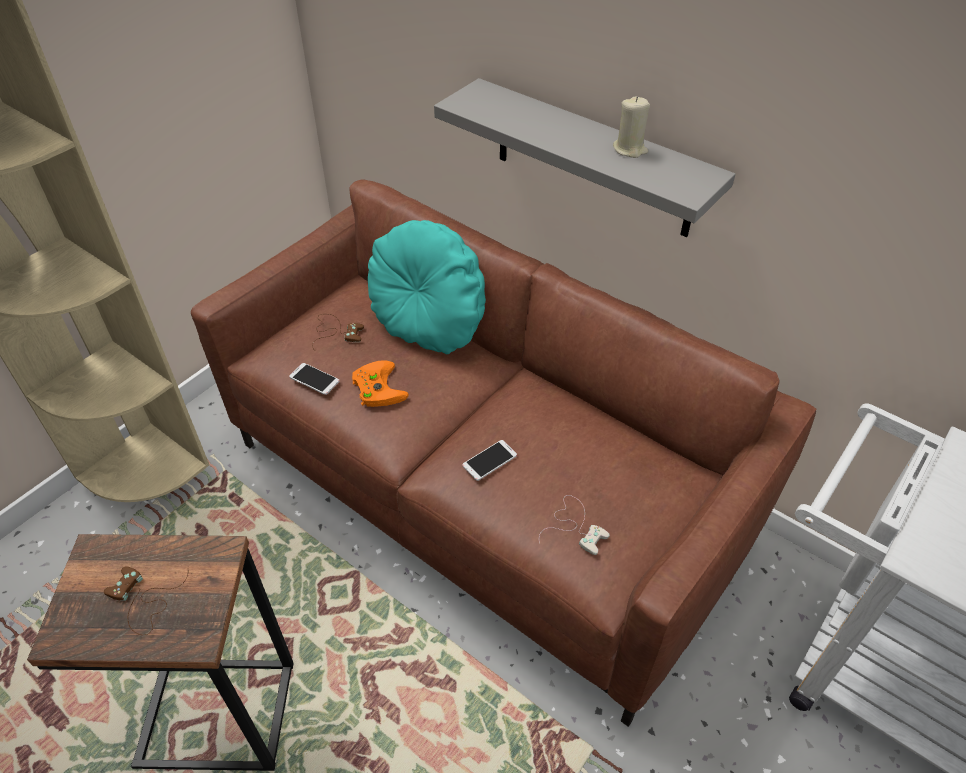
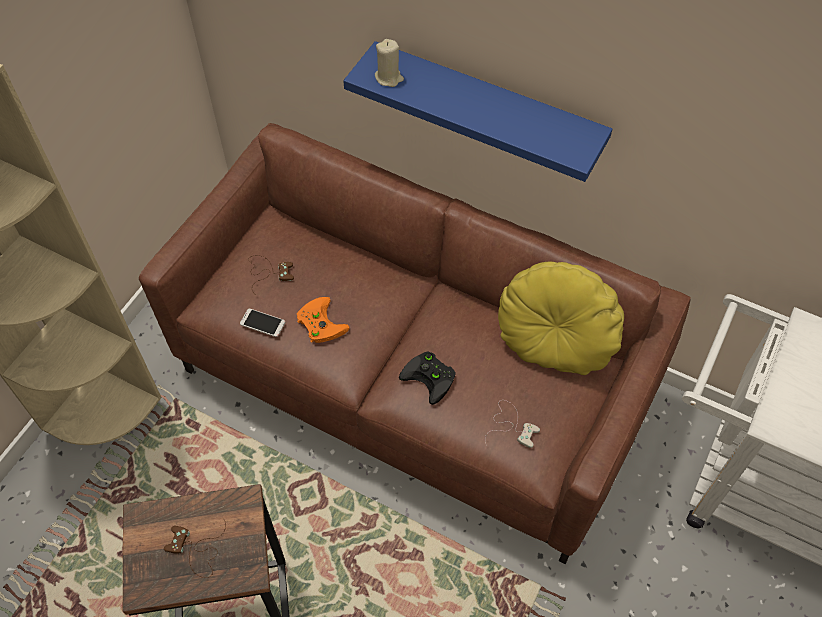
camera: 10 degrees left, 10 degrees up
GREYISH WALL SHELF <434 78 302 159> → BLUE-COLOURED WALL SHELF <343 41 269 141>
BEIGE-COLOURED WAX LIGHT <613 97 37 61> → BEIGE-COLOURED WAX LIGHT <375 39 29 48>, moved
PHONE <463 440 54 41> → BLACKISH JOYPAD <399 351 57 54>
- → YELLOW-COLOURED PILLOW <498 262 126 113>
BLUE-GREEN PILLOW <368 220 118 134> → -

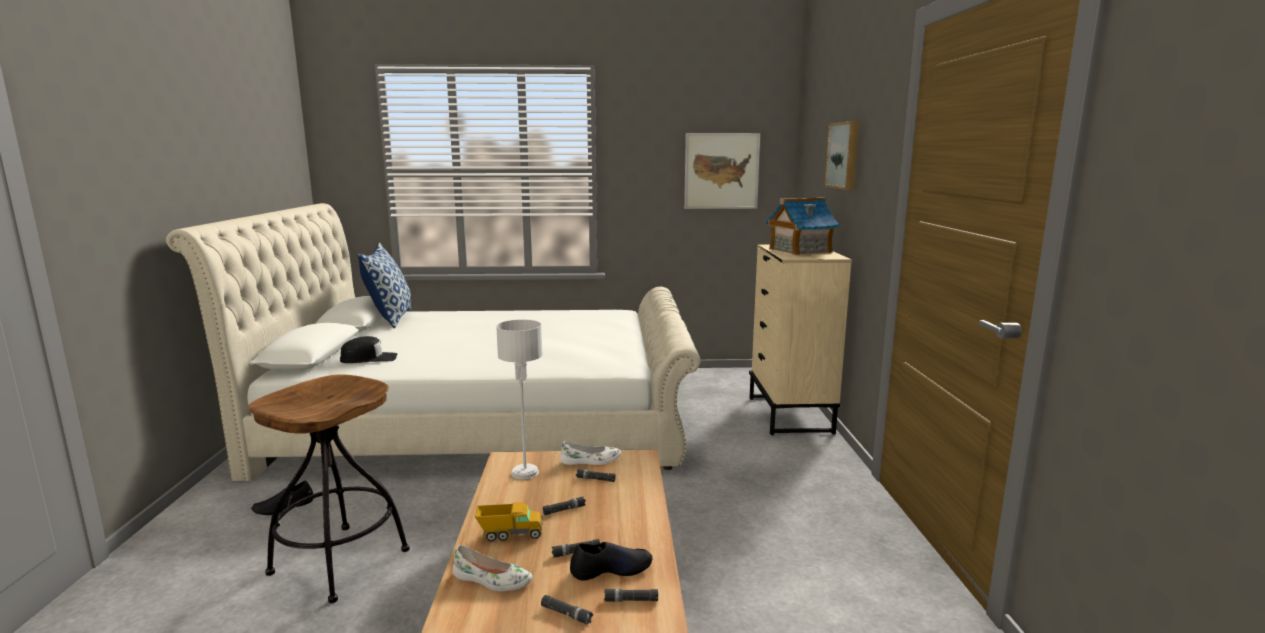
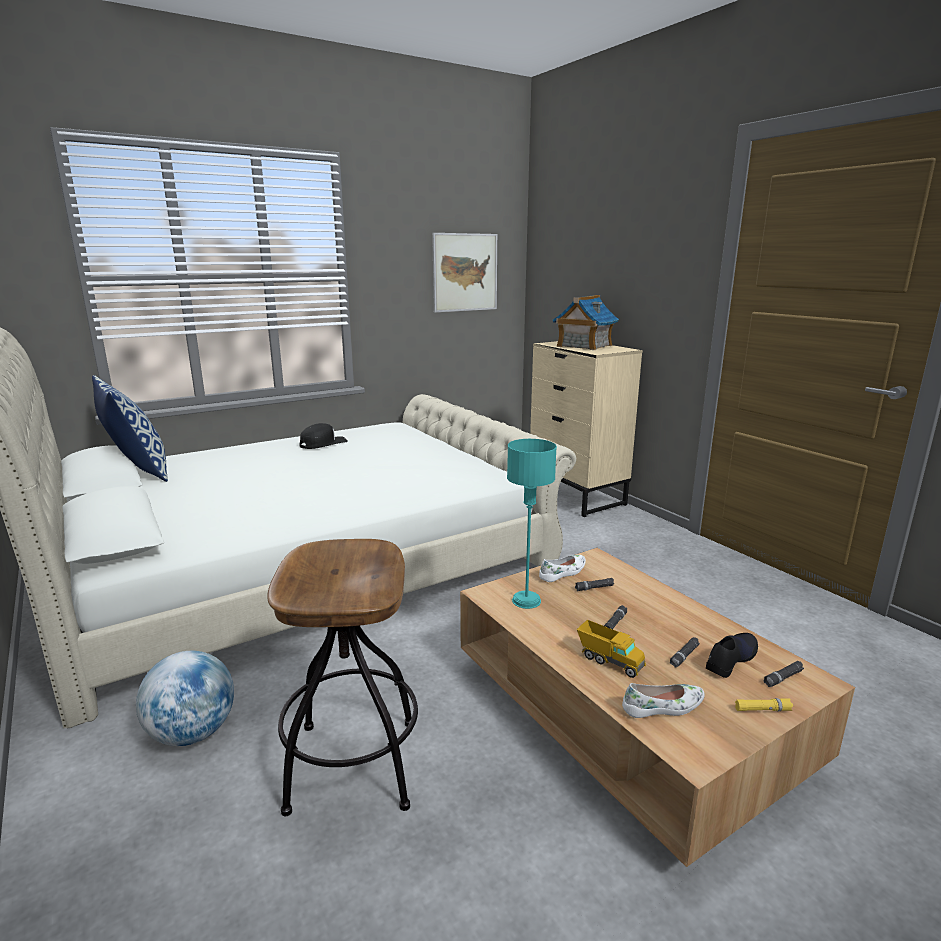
camera: 30 degrees left, 5 degrees up
BLACKISH LOW SHOE <251 480 62 35> → GLOBE <136 651 98 95>
BLACKISH PEAKED CAP <340 336 57 27> → BLACKISH PEAKED CAP <299 423 49 26>, moved
GREYISH LAMP FOR A TABLE <496 320 47 159> → BLUE-GREEN LAMP FOR A TABLE <507 439 50 170>
TOY TRUCK <475 502 68 39> → TOY TRUCK <577 620 69 58>, 75 degrees clockwise
BLACKISH FLASHLIGHT <541 595 52 30> → YELLOW-COLOURED FLASHLIGHT <735 698 58 13>
WALL PICTURE <824 121 35 69> → -

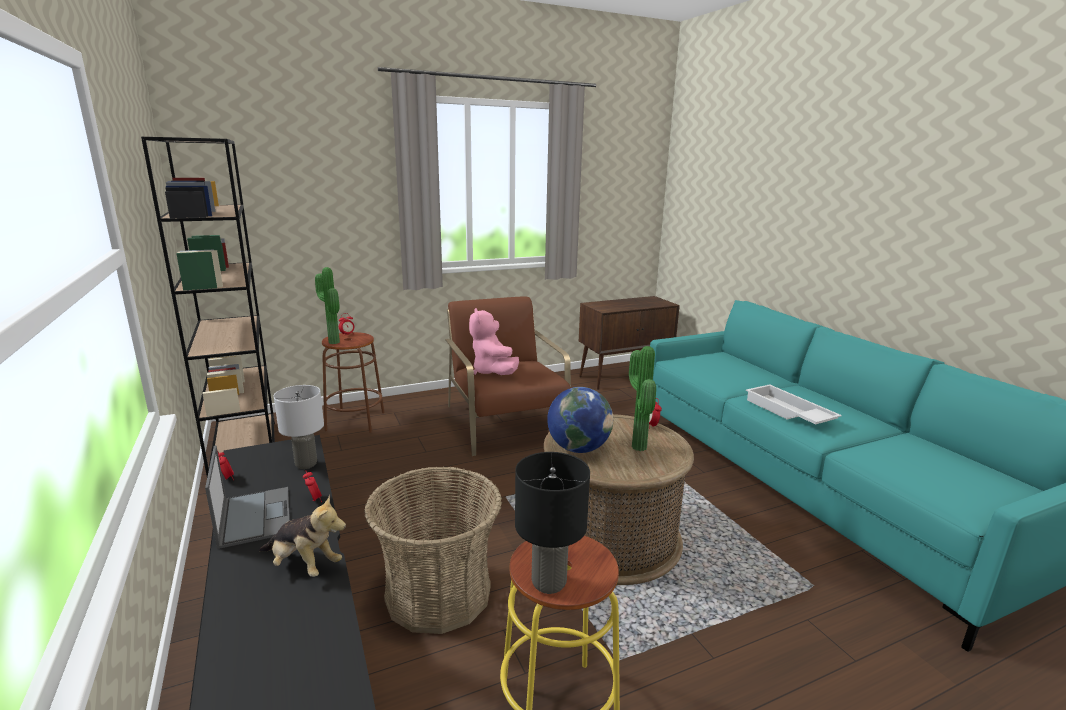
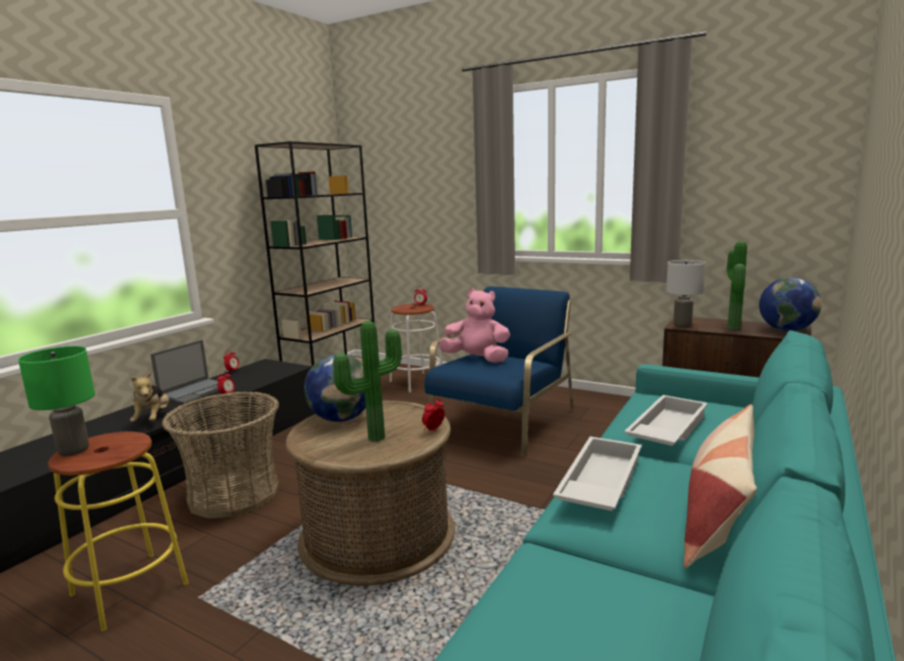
camera: 55 degrees right, 5 degrees down
BLACKISH LAMP FOR A TABLE <515 452 75 142> → GREEN LAMP FOR A TABLE <18 346 77 110>
BROWN STOOL SEAT <322 332 63 101> → WHITISH STOOL SEAT <390 304 52 88>
BROWN EASY CHAIR <445 296 126 160> → BLUE-COLOURED EASY CHAIR <425 287 149 169>
PINK SOFT TOY <469 308 50 67> → PINK SOFT TOY <438 288 72 75>, 75 degrees clockwise
- → WHITISH CARRYING TRAY <624 395 84 51>
WHITISH LAMP FOR A TABLE <274 385 50 84> → WHITISH LAMP FOR A TABLE <666 260 39 68>, moved
- → PILLOW <683 404 74 164>
PLANT IN A POT <315 267 25 77> → PLANT IN A POT <727 241 20 89>, moved
- → GLOBE <759 277 63 54>

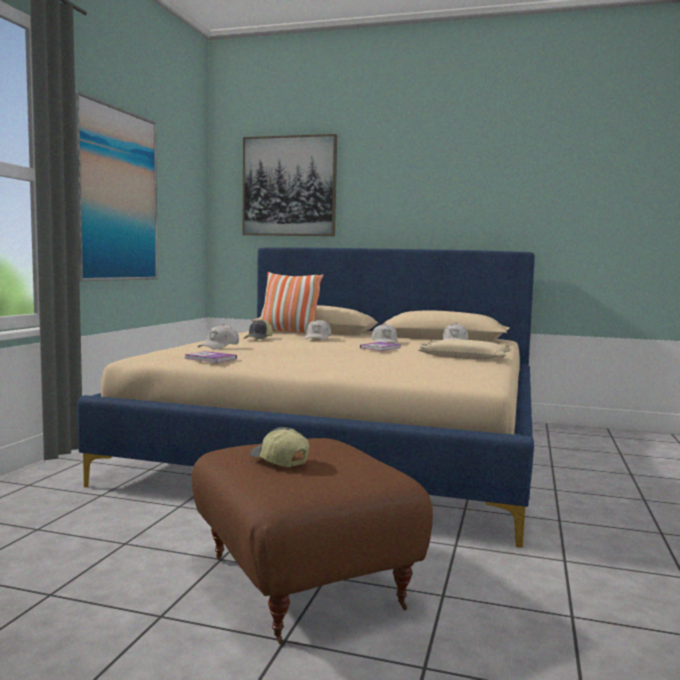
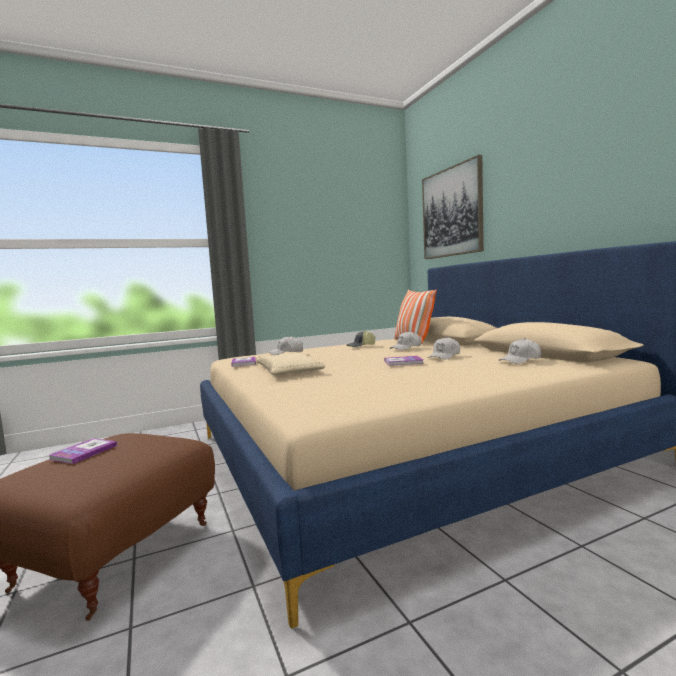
camera: 50 degrees right, 0 degrees up
PEAKED CAP <250 427 59 40> → BOOK <49 438 68 26>
BEIGE-COLOURED PILLOW <418 339 94 20> → BEIGE-COLOURED PILLOW <256 352 70 23>, moved
WALL PICTURE <75 91 83 190> → -

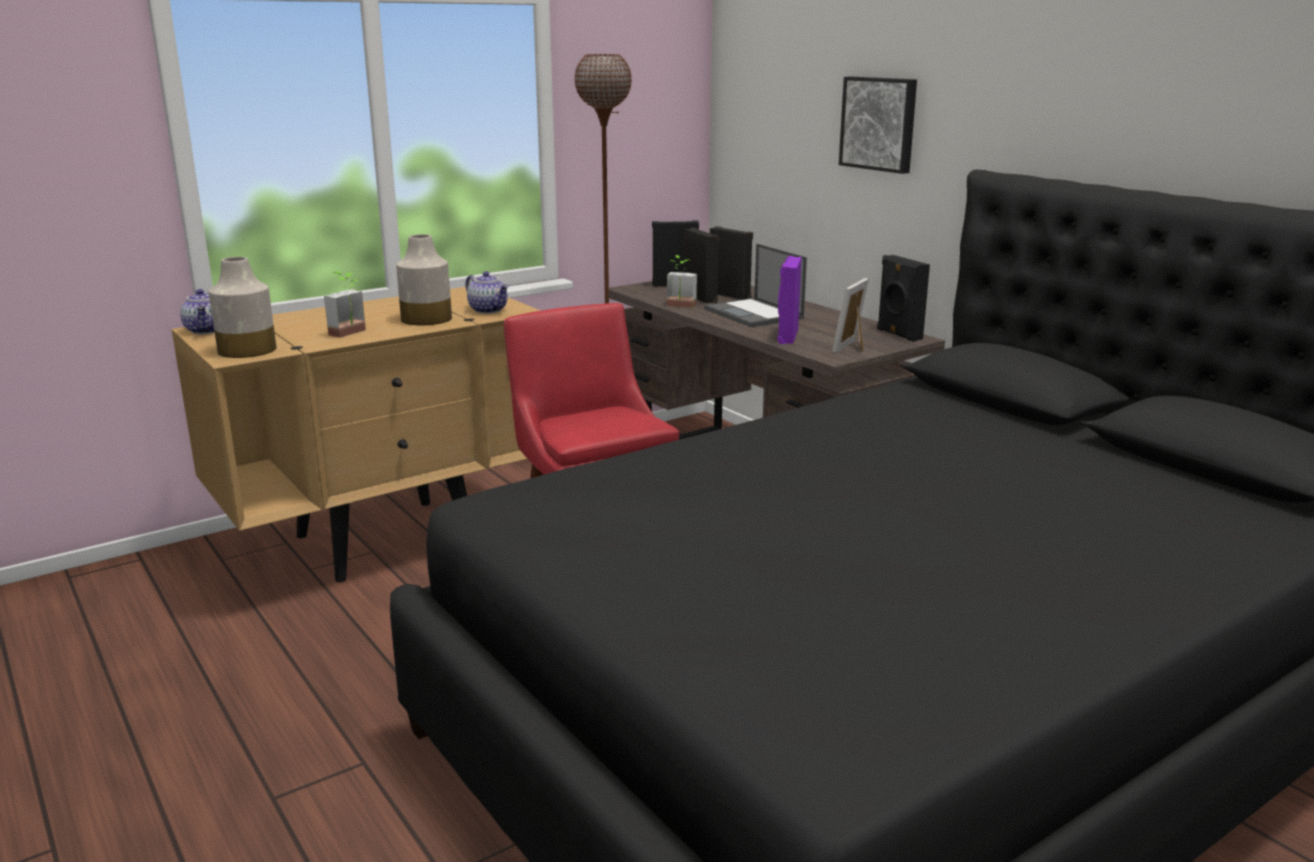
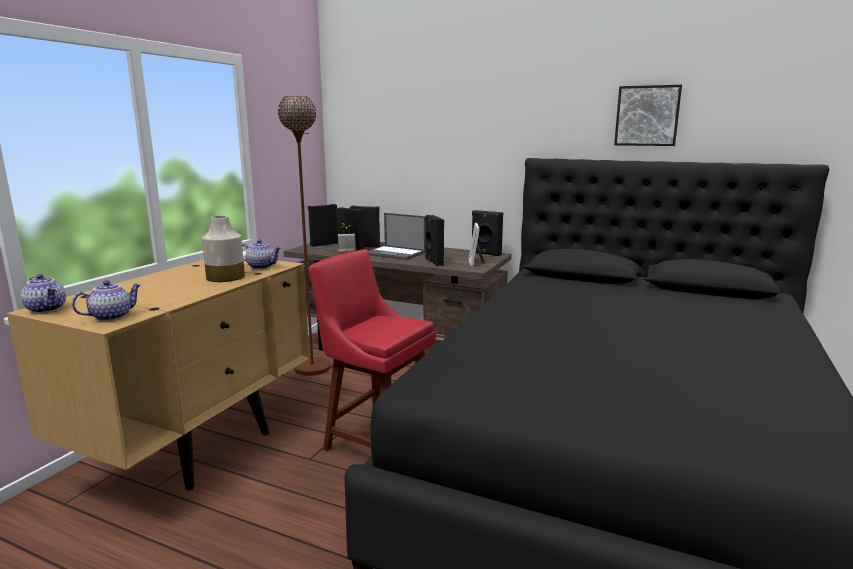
camera: 30 degrees left, 5 degrees down
BEIGE-COLOURED FLOWER VASE <209 257 68 101> → TEA POT <72 280 70 41>
PURPLISH SPEAKER <777 256 25 88> → BLACKISH SPEAKER <425 215 19 51>
WALL PICTURE <839 77 78 97> → WALL PICTURE <614 85 68 61>, moved
PLANT IN A POT <324 272 42 66> → -

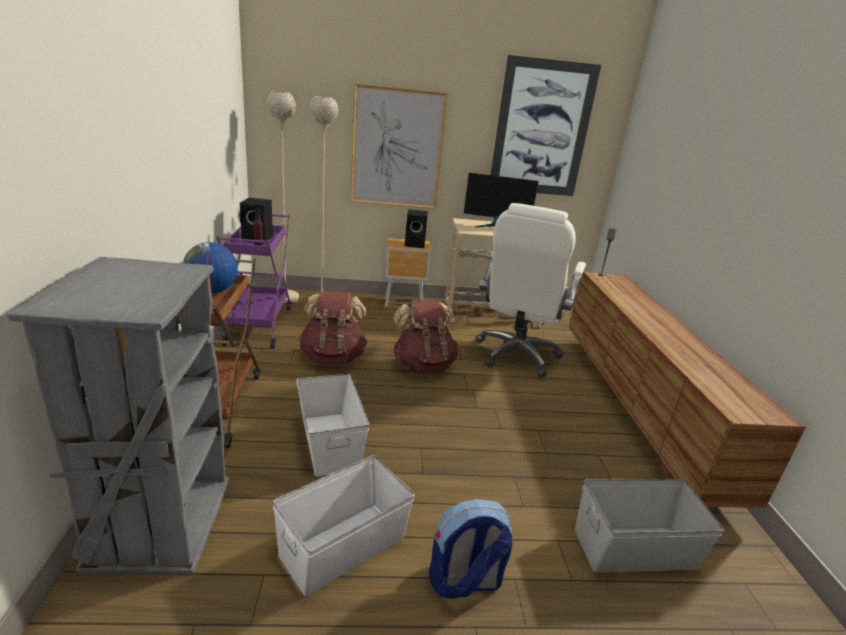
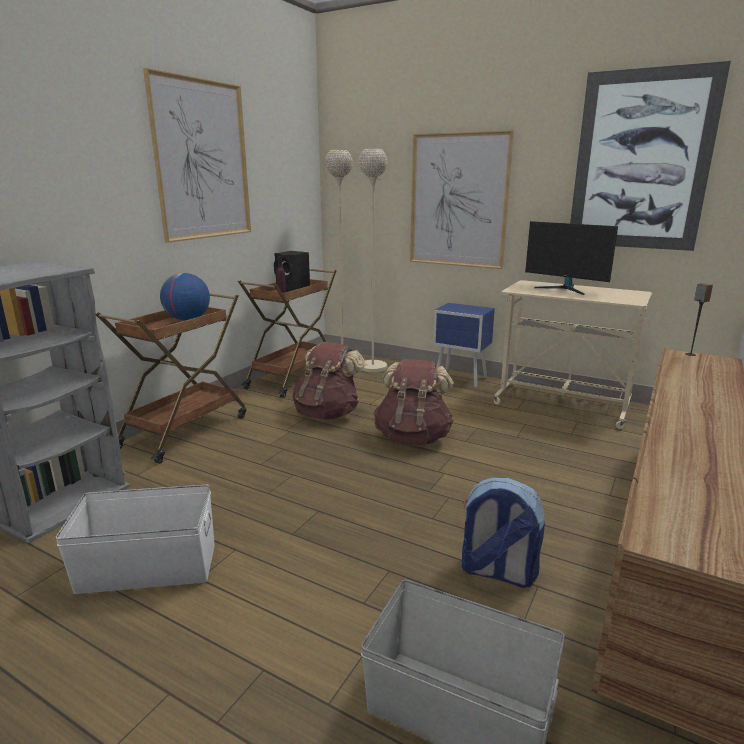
camera: 35 degrees right, 5 degrees down
- → WALL PICTURE <143 68 108 175>
PURPLISH CART <216 214 75 135> → BROWN CART <238 269 99 129>
BROWN NIGHT TABLE <385 238 46 69> → BLUE-COLOURED NIGHT TABLE <433 303 62 85>
BACKPACK <429 499 84 100> → BACKPACK <462 478 83 110>, moved
WHITISH STORAGE BIN <296 374 74 103> → -
BLACKISH SPEAKER <405 209 23 39> → -
WHITISH COMPUTER CHAIR <476 203 110 174> → -

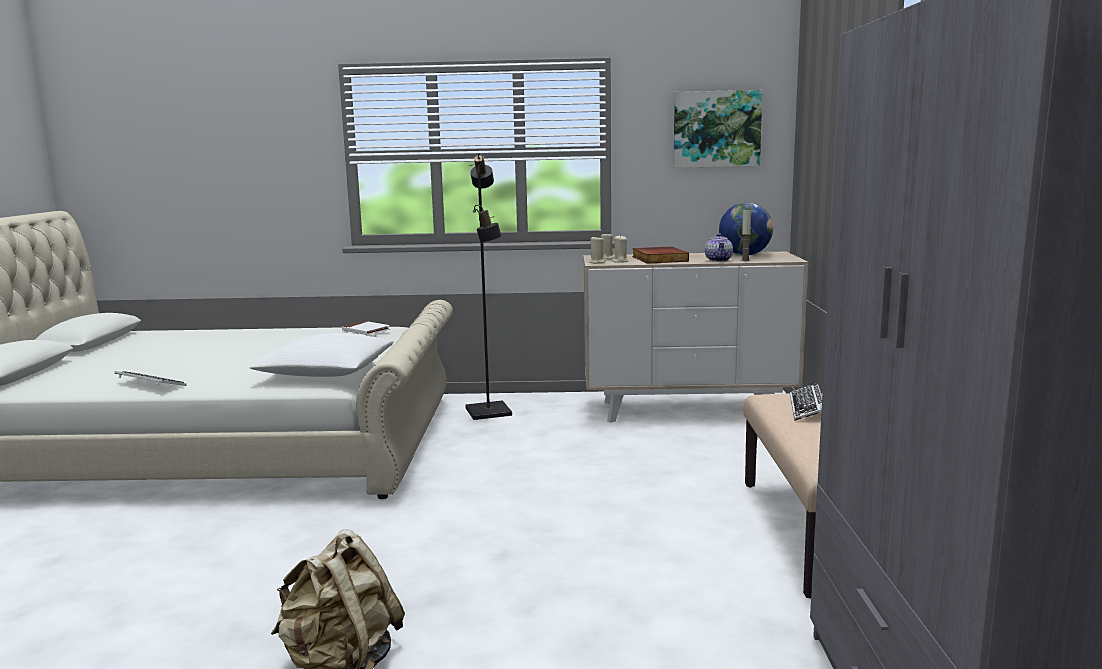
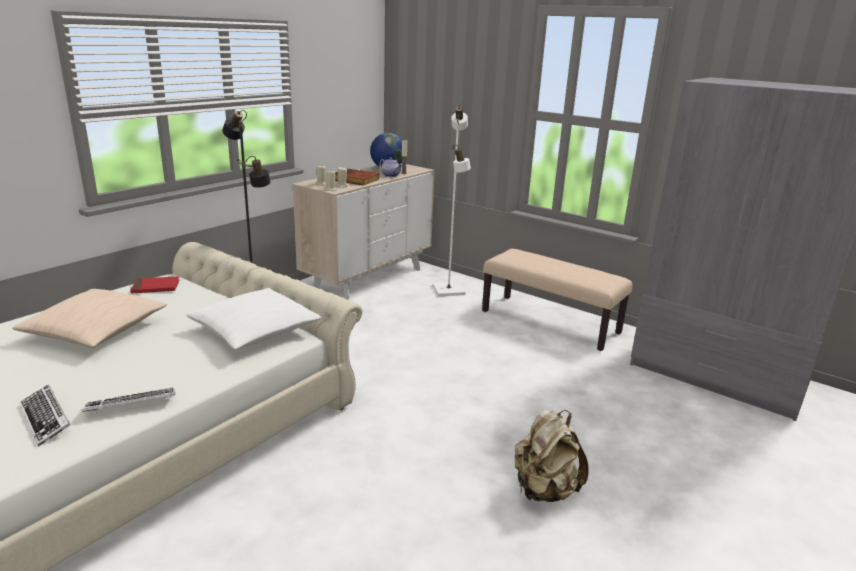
camera: 55 degrees left, 10 degrees up
- → BEIGE-COLOURED PILLOW <12 289 155 59>
PC KEYBOARD <790 383 32 38> → PC KEYBOARD <20 384 50 62>, moved
WHITISH BOOK <342 321 48 14> → RED-COLOURED BOOK <130 276 50 18>
- → WHITISH STANDARD LAMP <432 105 39 191>
WALL PICTURE <674 90 89 78> → -

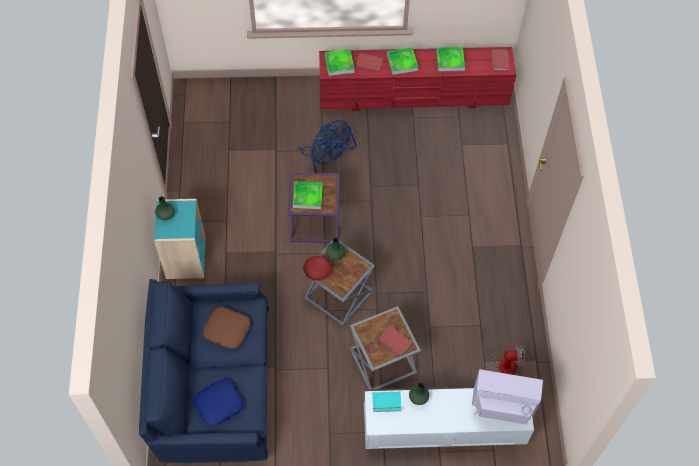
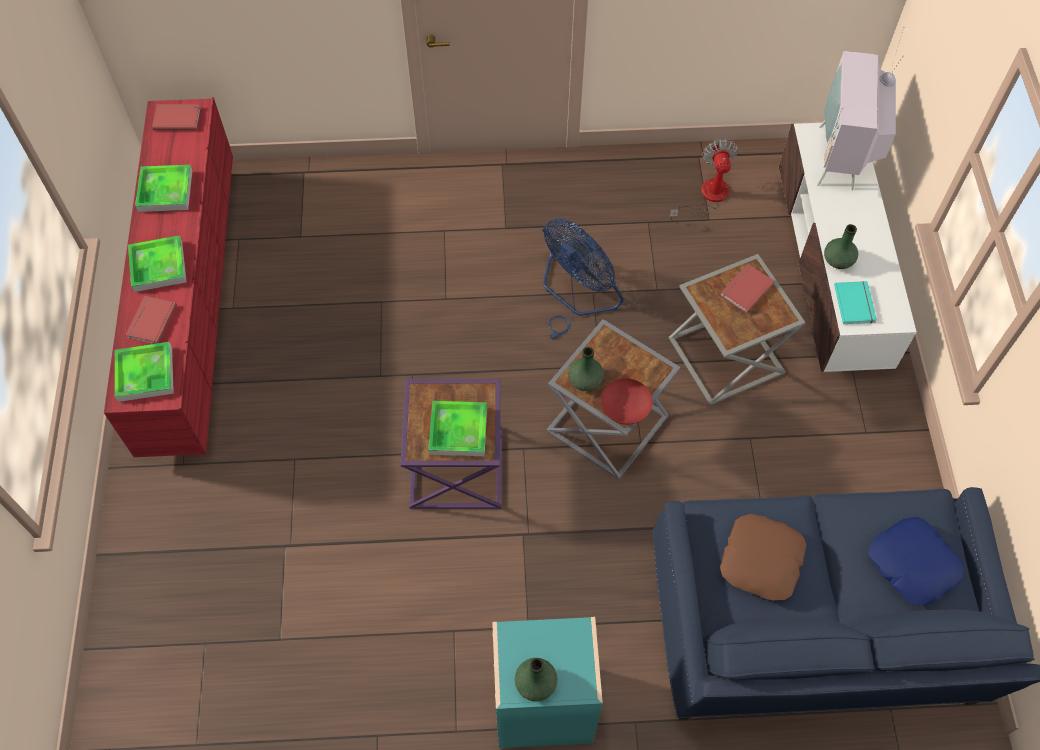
camera: 90 degrees left, 0 degrees up
BLUE-COLOURED FAN <298 120 59 53> → BLUE-COLOURED FAN <542 218 82 122>, moved

